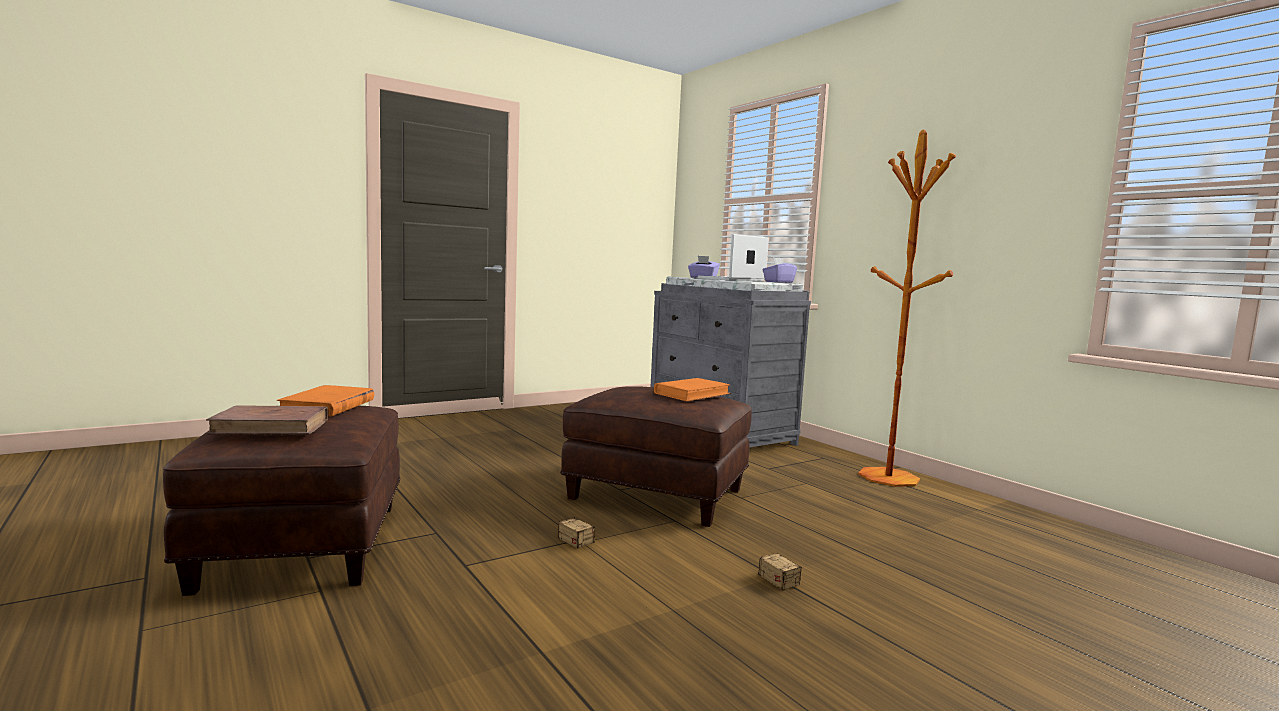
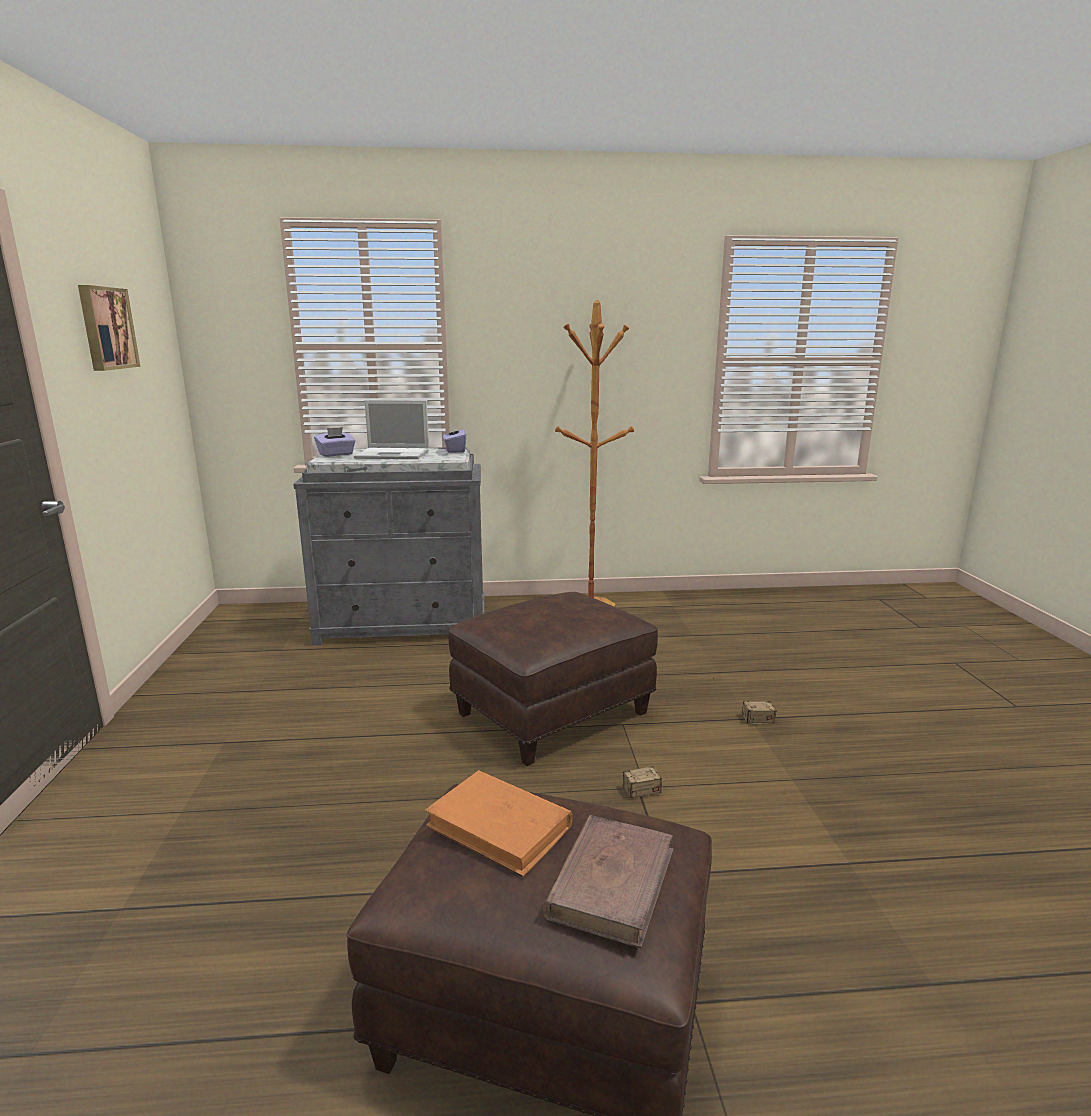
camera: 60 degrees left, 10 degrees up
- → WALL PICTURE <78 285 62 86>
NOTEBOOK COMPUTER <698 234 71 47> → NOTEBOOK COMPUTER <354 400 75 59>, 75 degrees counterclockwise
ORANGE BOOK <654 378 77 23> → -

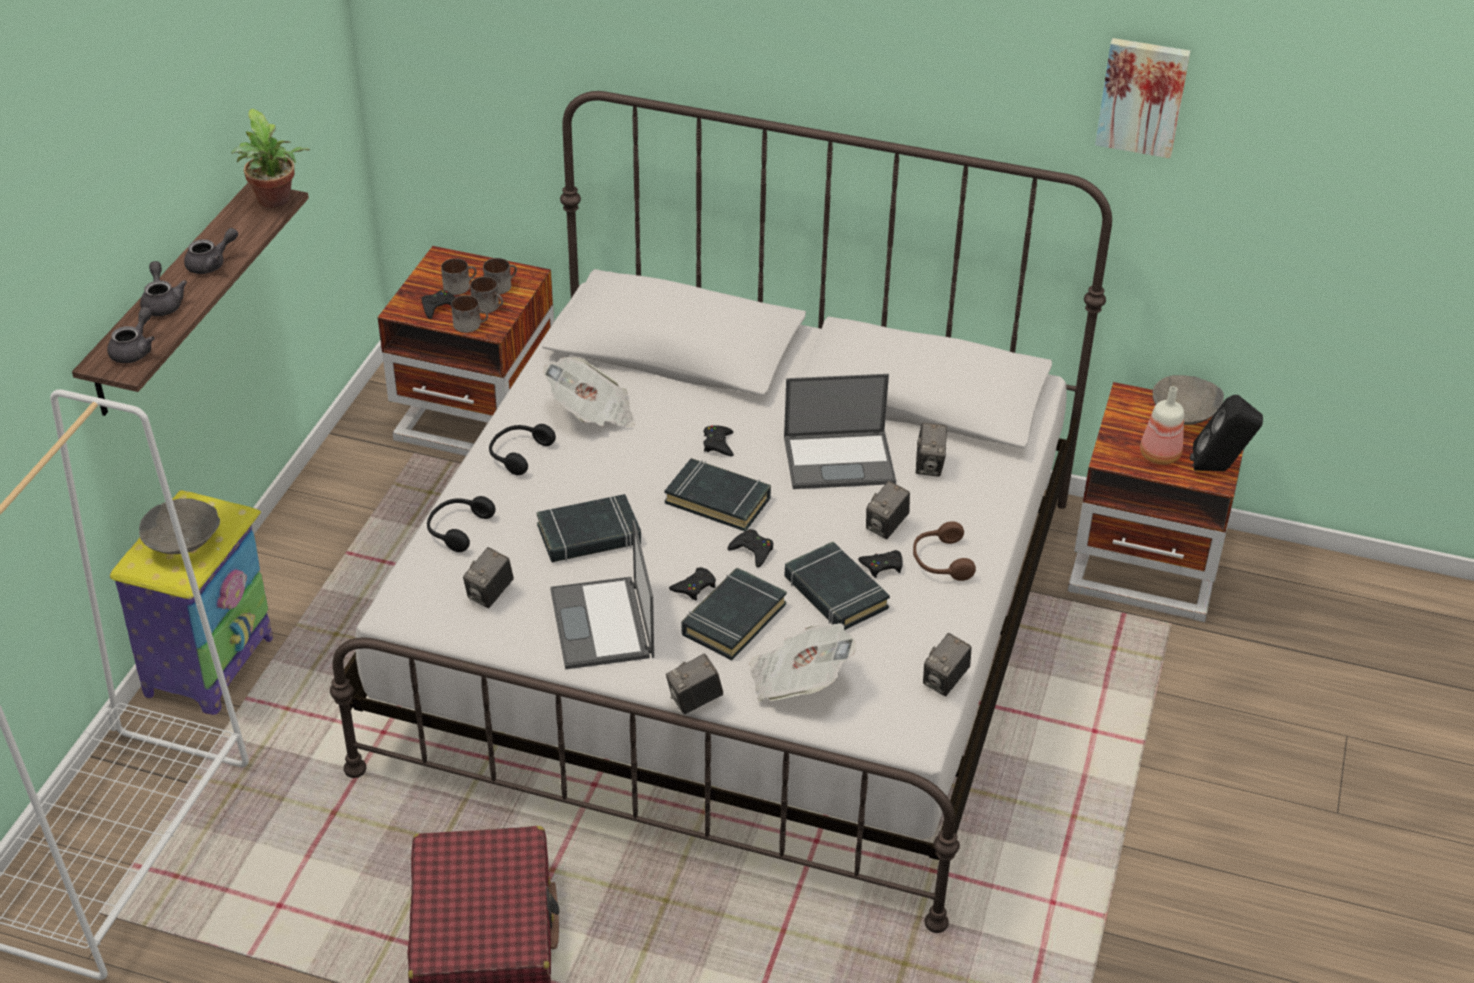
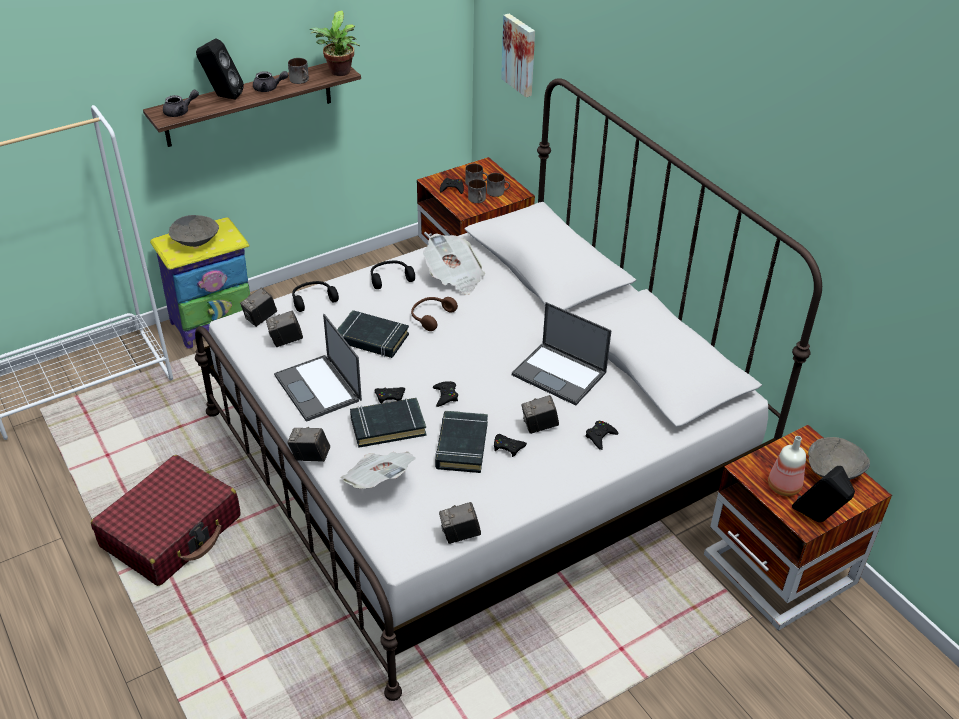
camera: 40 degrees right, 0 degrees up
GREYISH TEA POT <140 261 47 55> → BLACKISH SPEAKER <196 38 48 62>
PHOTO CAMERA <916 422 31 55> → PHOTO CAMERA <240 288 37 39>, moved
NOTEBOOK COMPUTER <550 520 104 149> → NOTEBOOK COMPUTER <274 314 88 108>, 60 degrees counterclockwise
TEA MUG <451 295 37 38> → TEA MUG <288 58 21 26>, moved
BROWN PAIR OF HEADPHONES <913 521 63 60> → BROWN PAIR OF HEADPHONES <411 297 47 34>, moved
WALL PICTURE <1095 38 95 120> → WALL PICTURE <501 14 34 83>, moved
BLACKISH JOYPAD <703 425 31 31> → BLACKISH JOYPAD <586 421 32 29>, moved
BLACKISH BOOK <665 458 106 73> → -

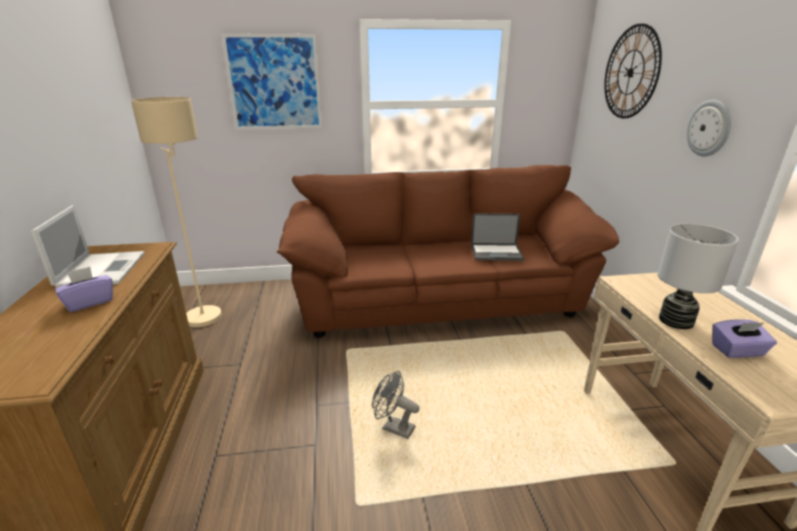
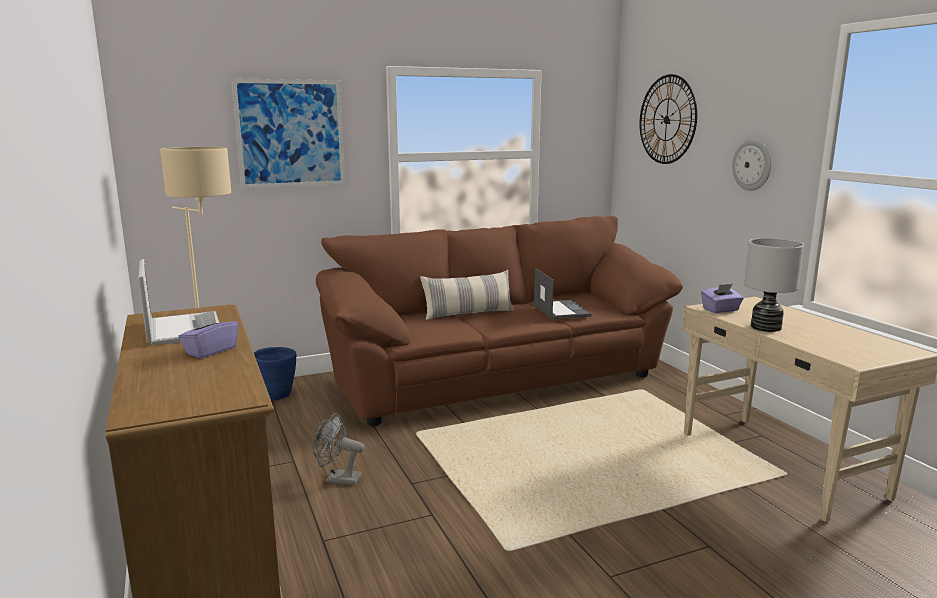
camera: 15 degrees left, 10 degrees down
- → BLUE-COLOURED PLANTER <254 347 42 54>
GREYISH FAN <372 371 47 68> → GREYISH FAN <313 413 52 72>, moved
- → PILLOW <420 270 94 50>
NOTEBOOK COMPUTER <471 213 53 48> → NOTEBOOK COMPUTER <534 268 58 51>, 90 degrees counterclockwise
PURPLISH TISSUE HOLDER <712 319 65 39> → PURPLISH TISSUE HOLDER <701 284 43 29>, moved

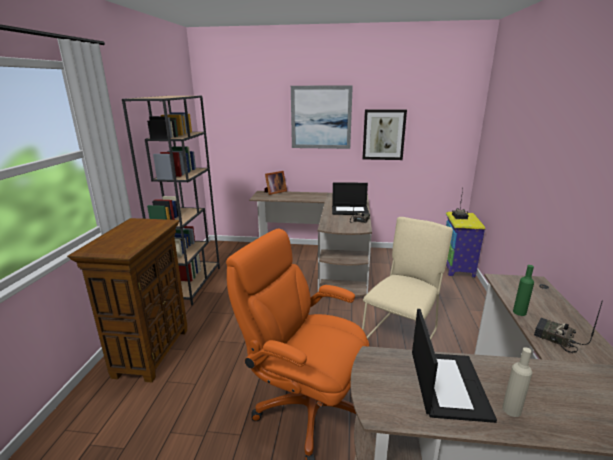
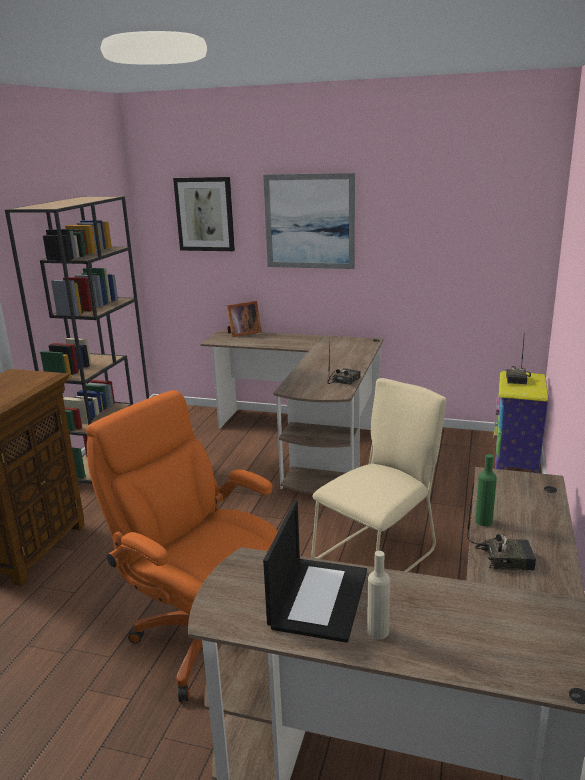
camera: 10 degrees right, 0 degrees up
WALL PICTURE <362 109 45 51> → WALL PICTURE <173 177 62 74>, moved
RADIO SET <534 300 69 53> → RADIO SET <467 483 69 87>, 135 degrees clockwise
NOTEBOOK COMPUTER <332 182 37 33> → -

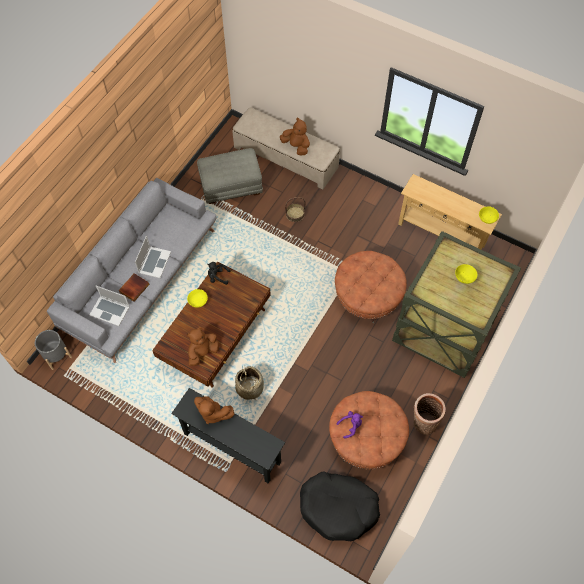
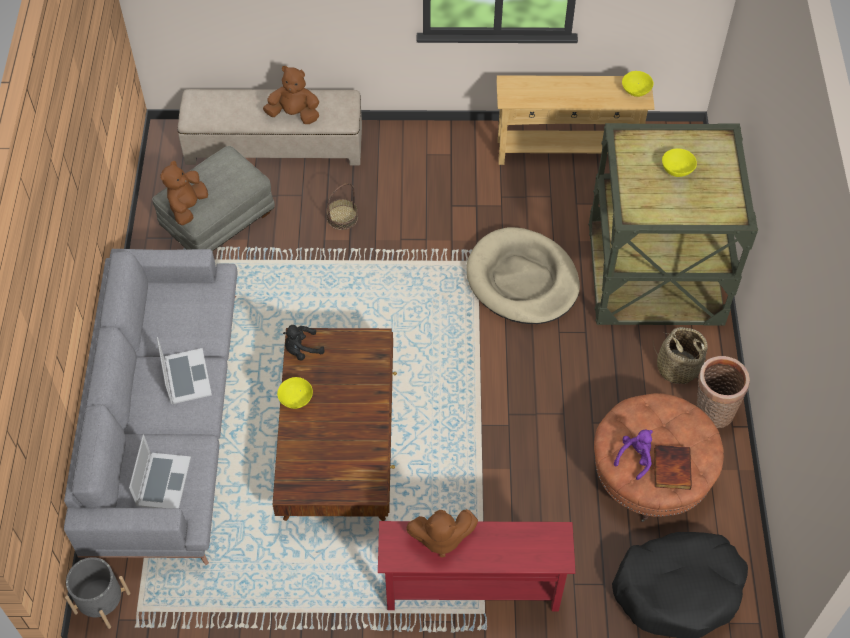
camera: 30 degrees left, 5 degrees down
NOTEBOOK COMPUTER <89 286 41 40> → NOTEBOOK COMPUTER <129 434 62 74>, 75 degrees counterclockwise
BROWN SOFT TOY <187 327 32 39> → BROWN SOFT TOY <160 161 48 64>, moved
BLACKISH NARROW TABLE <171 388 114 95> → RED-COLOURED NARROW TABLE <378 521 198 90>
BROWN OTTOMAN <335 251 72 72> → BEIGE-COLOURED DOG CUSHION <466 227 114 97>
BASKET <235 366 29 34> → BASKET <653 327 55 57>, moved
BOOK <118 273 32 29> → BOOK <654 445 38 45>, moved

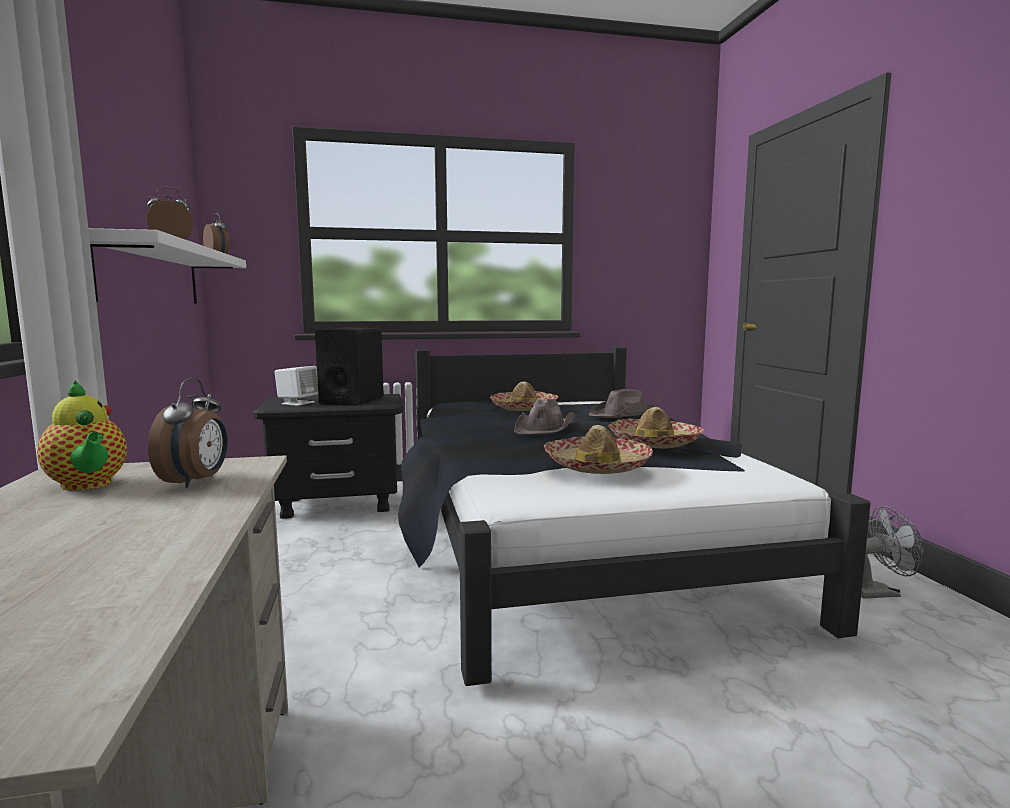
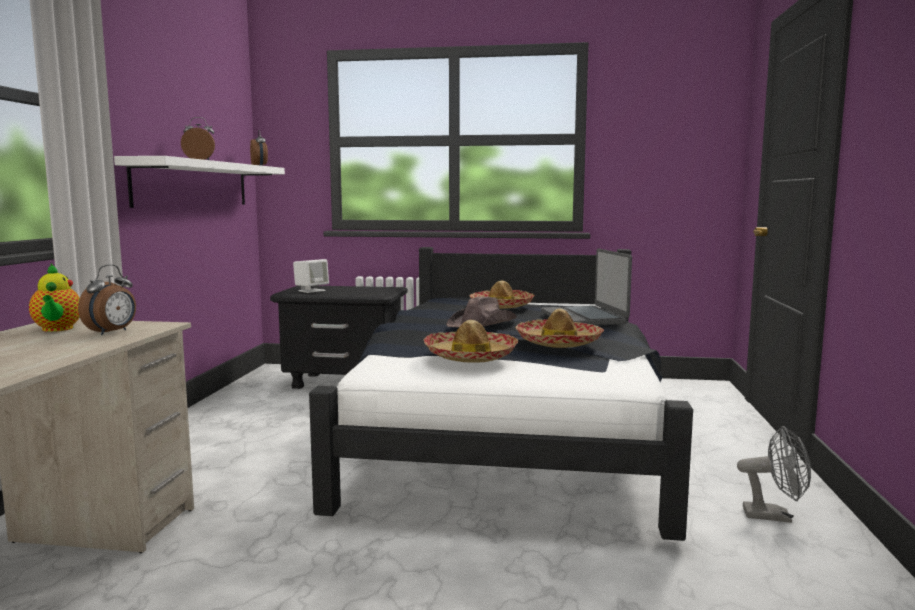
camera: 20 degrees right, 0 degrees up
BROWN HAT <589 389 67 29> → NOTEBOOK COMPUTER <541 248 91 77>
BLACKISH SPEAKER <315 328 69 78> → -

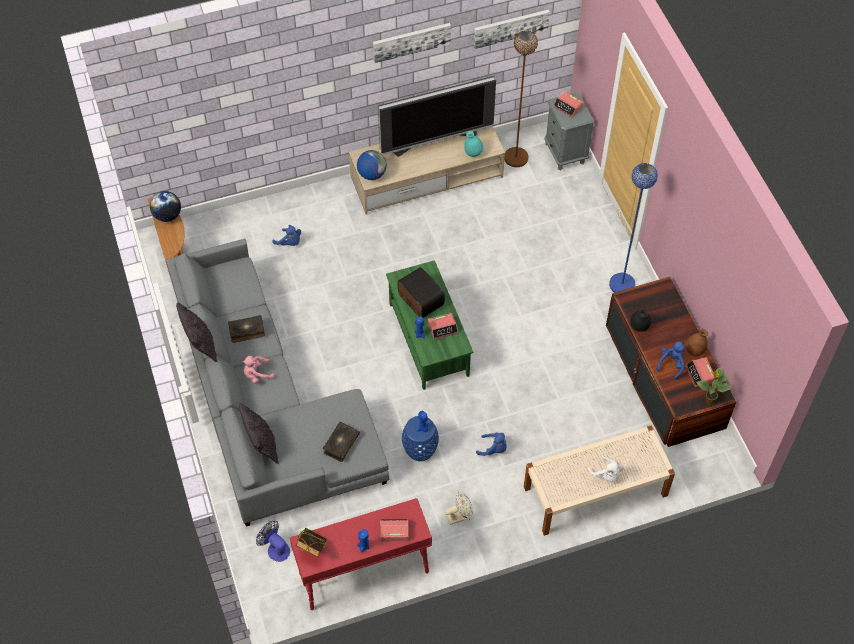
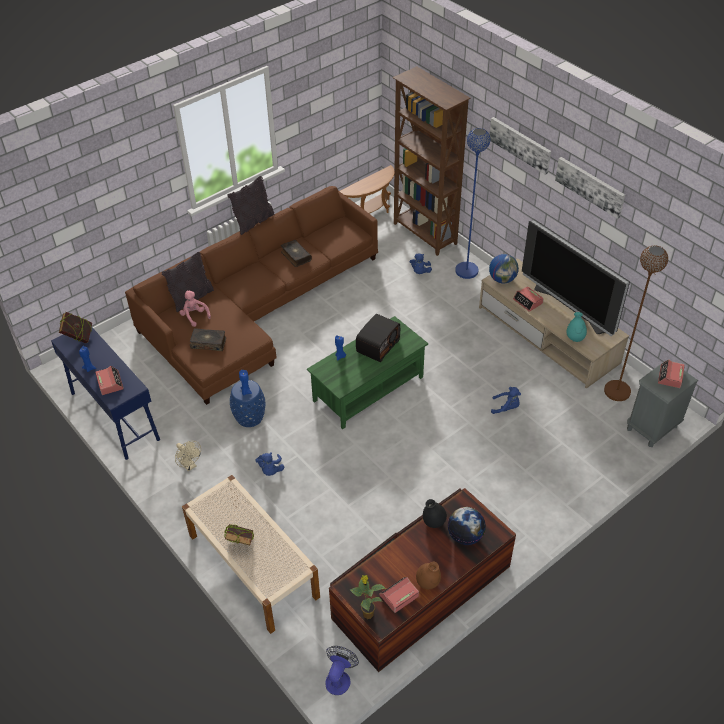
camera: 70 degrees right, 10 degrees down
RED-COLOURED NARROW TABLE <290 498 142 112> → BLUE-COLOURED NARROW TABLE <51 327 109 133>
GREYISH SOFA <166 239 224 288> → BROWN SOFA <125 186 253 219>
PINK SOFT TOY <242 356 33 28> → PINK SOFT TOY <179 291 32 36>, moved
WHITISH SOFT TOY <588 457 36 26> → BOOK <225 524 29 21>
FAN <256 521 34 41> → FAN <325 646 34 49>, moved
- → BROWN SHELVING UNIT <392 66 79 190>
GLOBE <150 191 31 31> → GLOBE <448 507 38 38>, moved
BLUE-COLOURED STANDARD LAMP <609 163 49 130> → BLUE-COLOURED STANDARD LAMP <455 128 35 151>, moved
WALL PICTURE <474 10 76 39> → WALL PICTURE <490 117 61 58>, moved
BLUE-COLOURED SOFT TOY <656 341 29 39> → BLUE-COLOURED SOFT TOY <491 387 30 27>, moved
TABLE CLOCK <428 313 30 27> → TABLE CLOCK <513 286 31 26>, moved

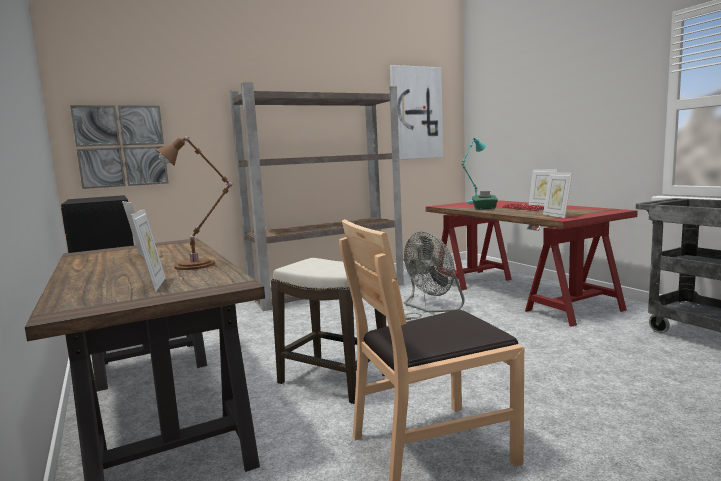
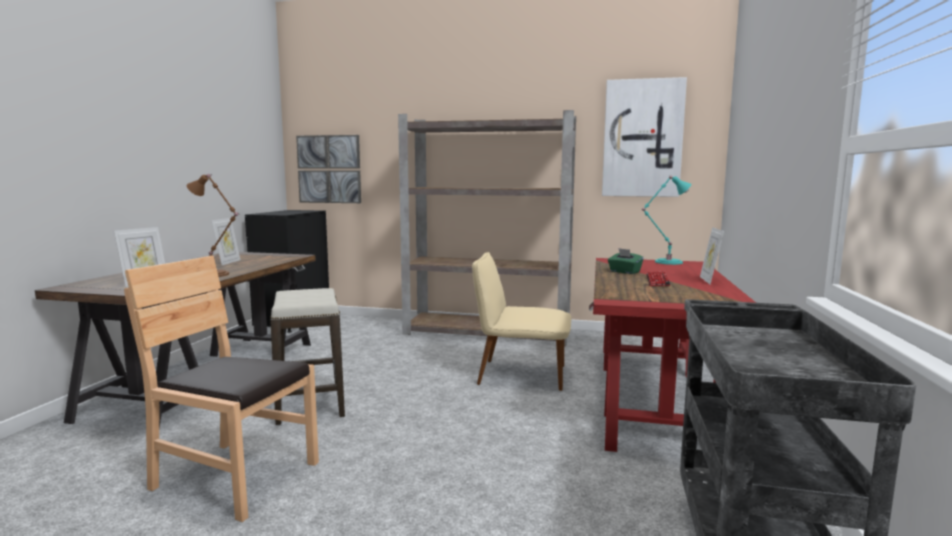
camera: 40 degrees right, 0 degrees up
GREYISH FAN <403 232 62 88> → BEIGE-COLOURED CHAIR <472 252 99 139>
PHOTO FRAME <543 172 29 46> → -

